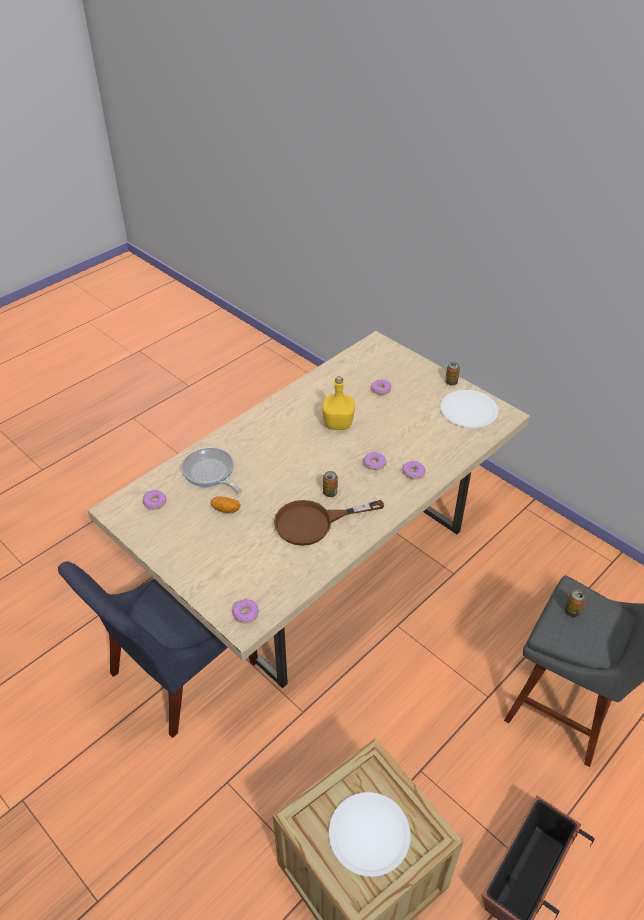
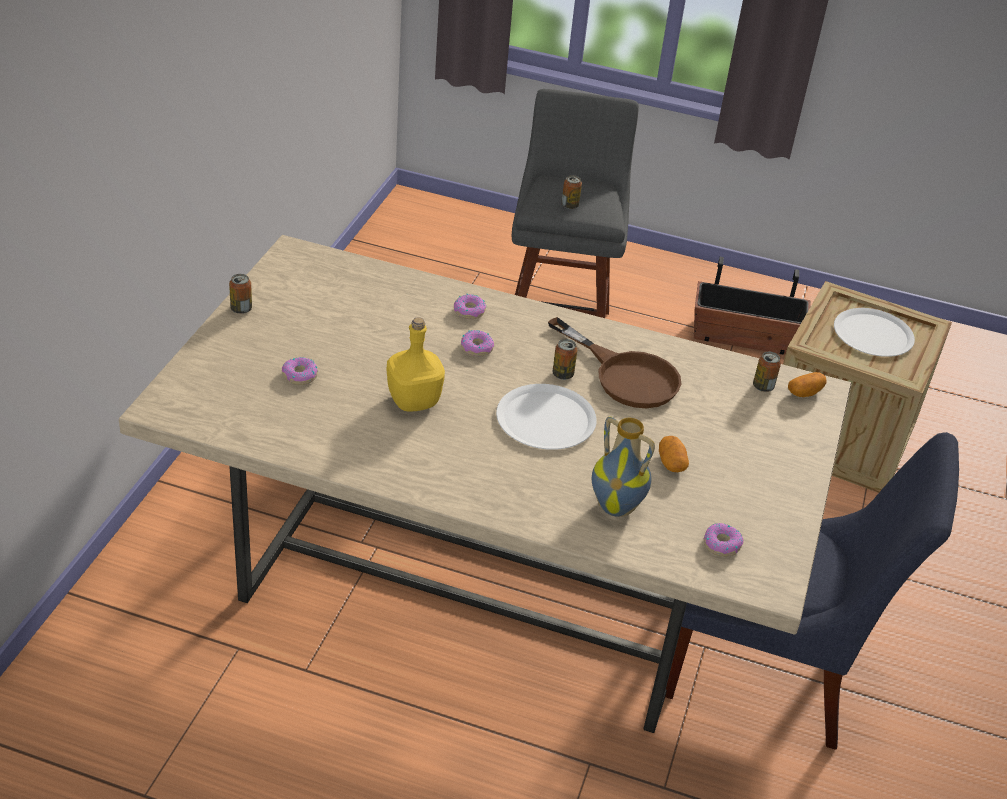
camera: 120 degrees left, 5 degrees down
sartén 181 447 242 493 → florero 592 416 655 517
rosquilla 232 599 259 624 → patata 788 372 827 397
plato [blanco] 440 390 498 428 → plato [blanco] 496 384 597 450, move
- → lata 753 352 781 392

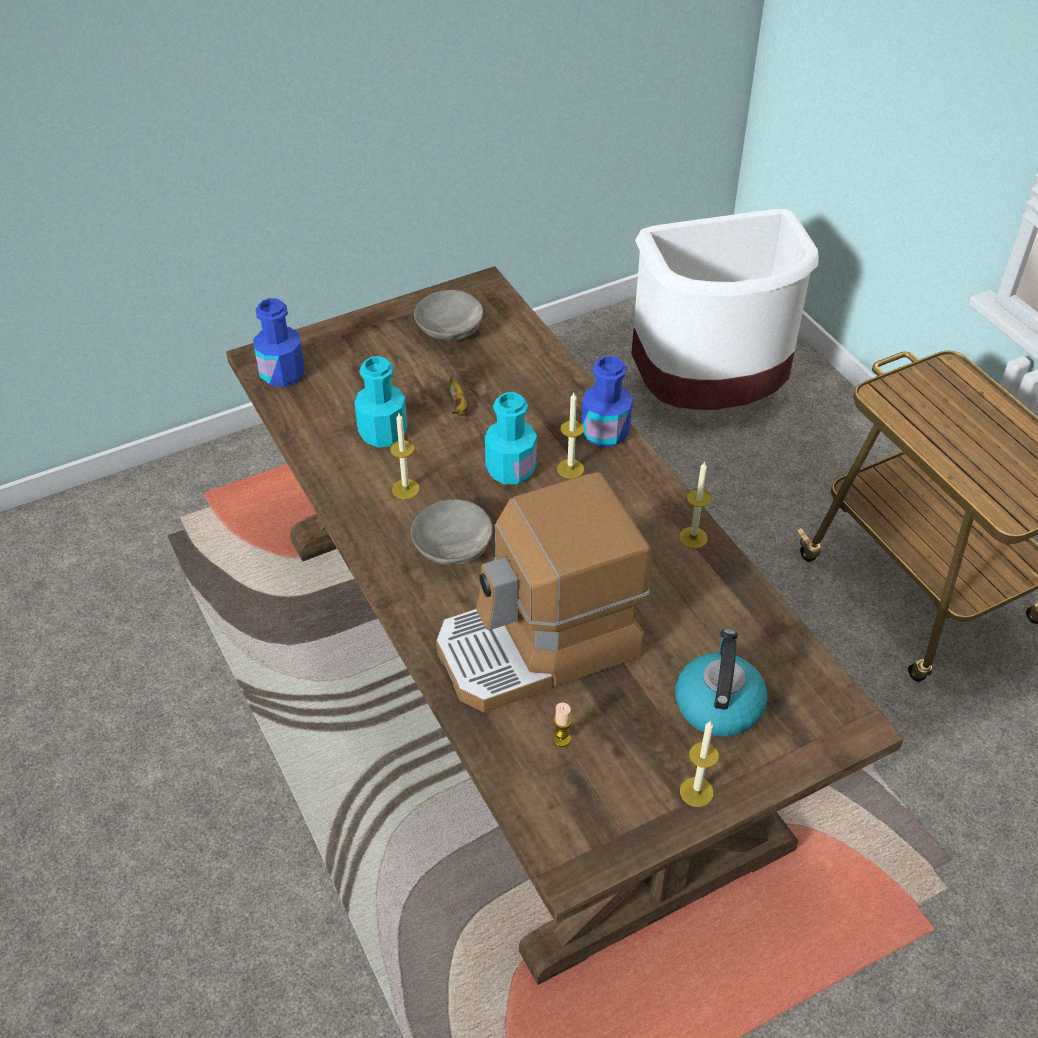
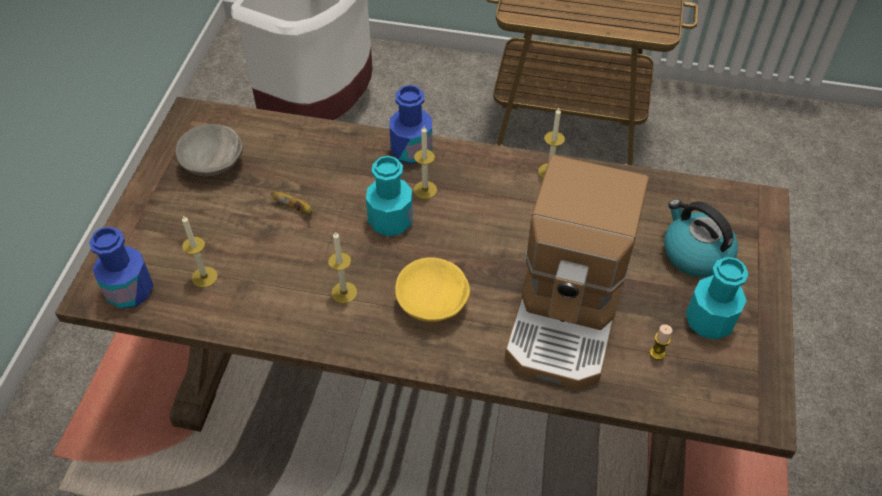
camera: 50 degrees left, 5 degrees up
botella [turquesa] 354 356 407 448 → botella [turquesa] 686 257 749 339, move
cuenco [gris] 411 499 492 565 → cuenco [amarillo] 395 257 470 322
vela 680 720 719 807 → vela 182 215 218 288, move

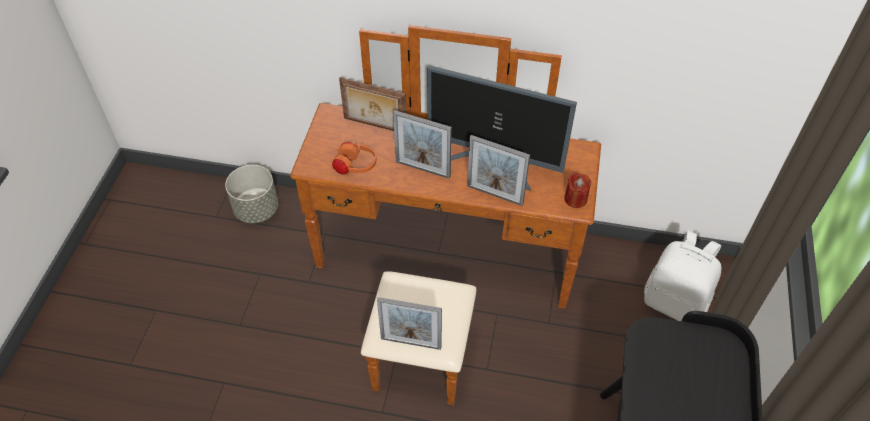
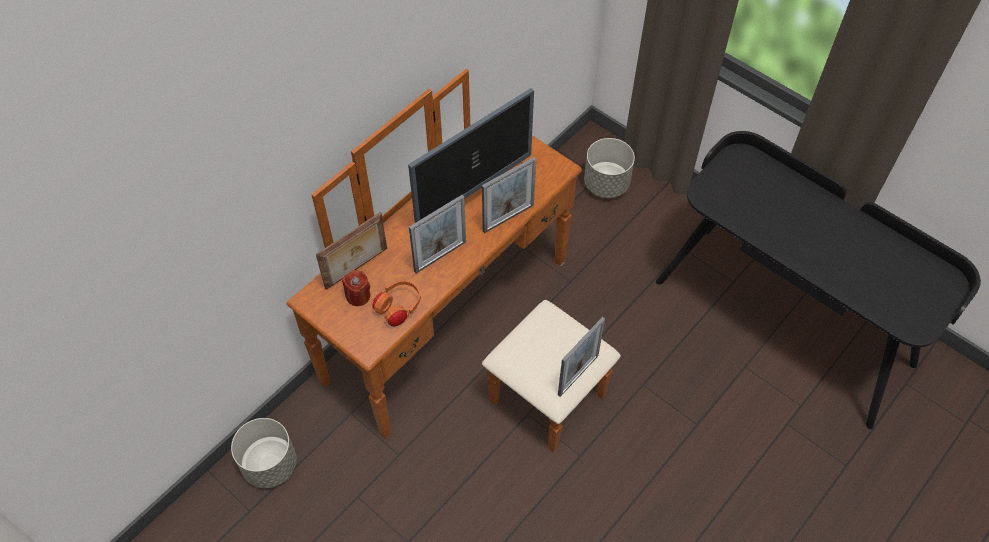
camera: 60 degrees left, 5 degrees up
vela [rojo] 564 172 591 208 → vela [rojo] 342 270 371 306, move
mochila [blanco] 644 230 722 321 → maceta [gris] 584 138 635 198

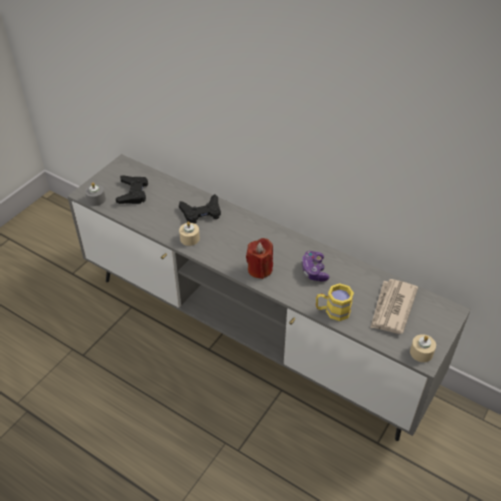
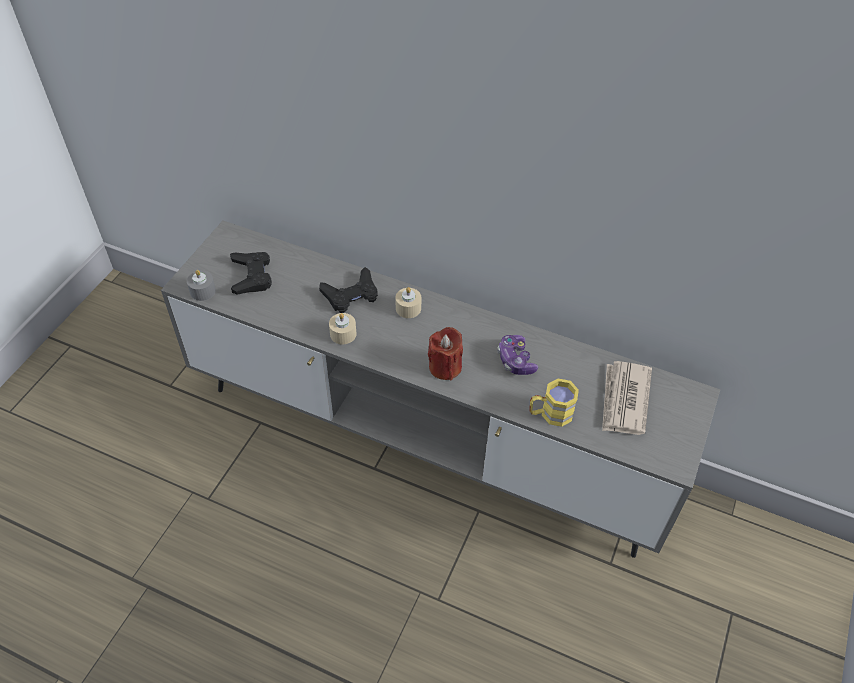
camera: 10 degrees left, 5 degrees up
vela [beis] 410 334 436 362 → vela [beis] 395 287 421 318, move

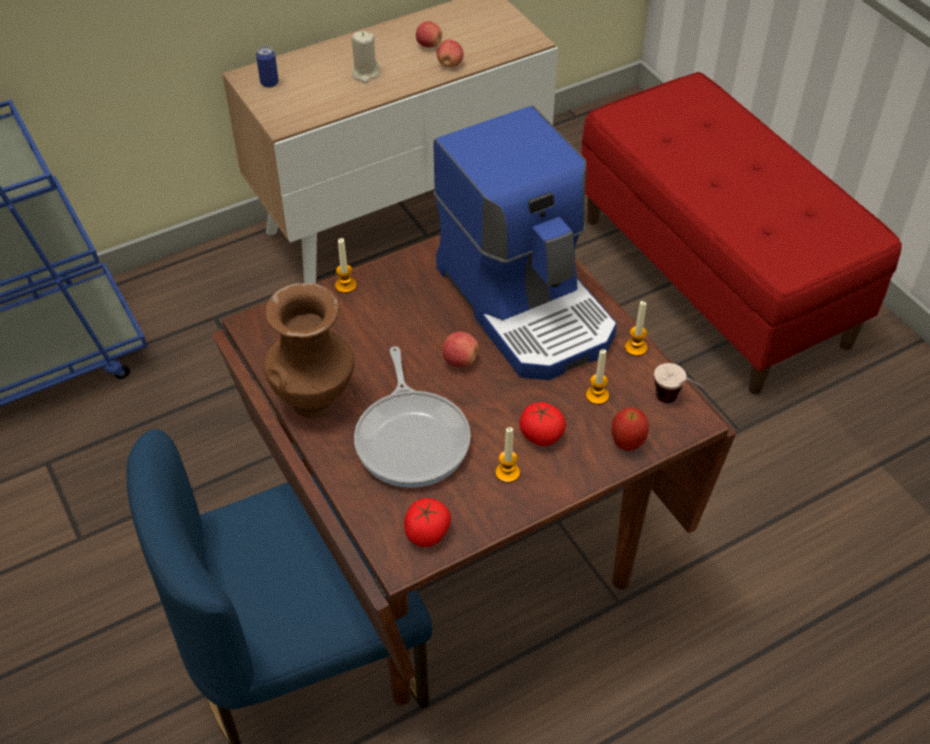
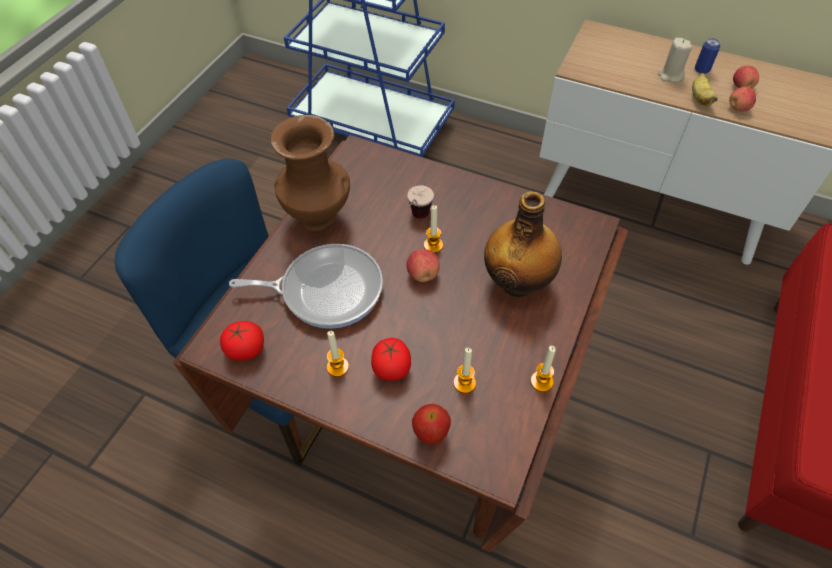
camera: 55 degrees right, 5 degrees up
lata 256 46 279 88 → lata 695 38 720 74, move
vela 335 238 357 293 → vela 424 205 443 253, move
sartén 354 346 471 488 → sartén 229 244 383 329, 135 degrees counterclockwise
cafetera 433 106 617 380 → botella 484 191 562 297
taza 654 363 704 403 → taza 407 185 434 219, move
- → plátano 692 73 718 106

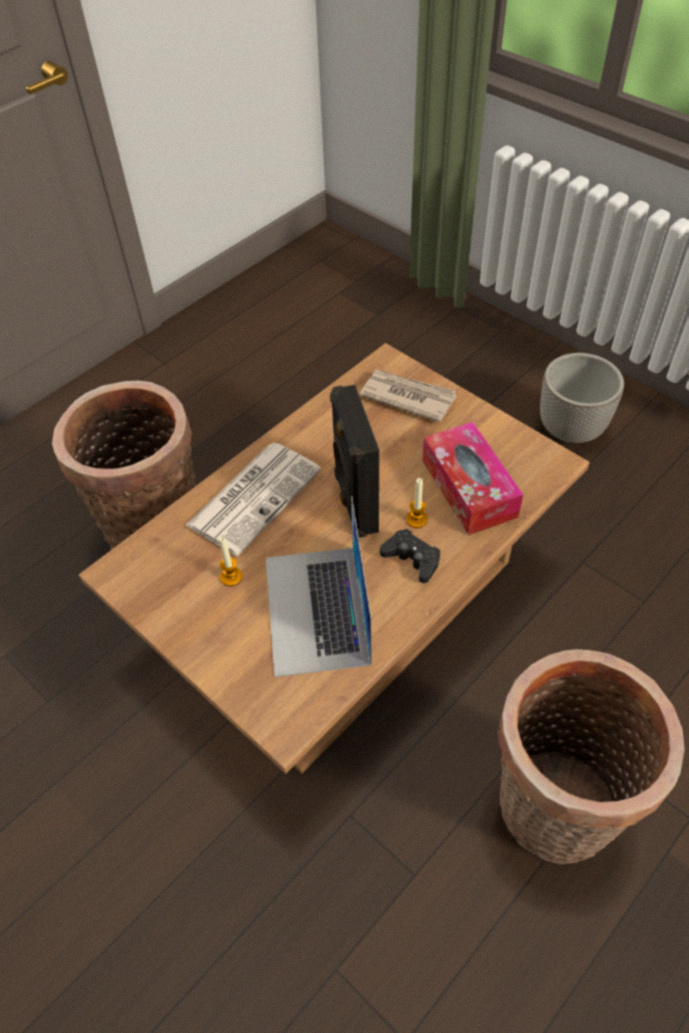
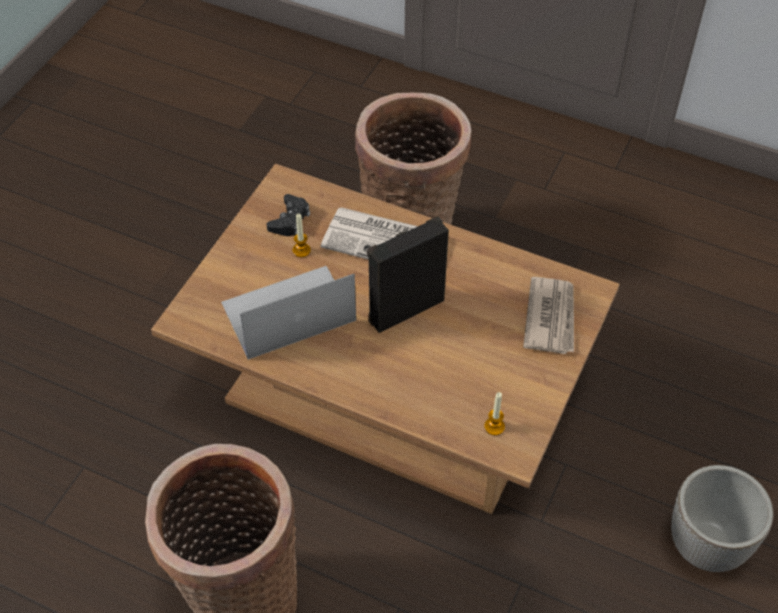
camera: 70 degrees right, 0 degrees up
mando de consola [negro] 380 529 440 583 → mando de consola [negro] 267 194 310 236, move
vela 406 478 428 528 → vela 484 392 505 436, move
caja de pañuelos 423 422 523 535 → -

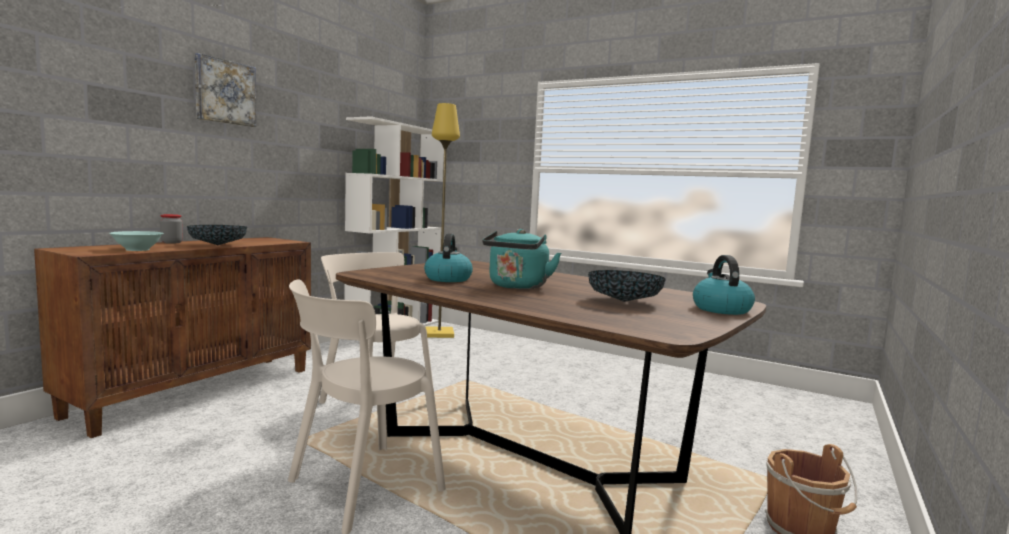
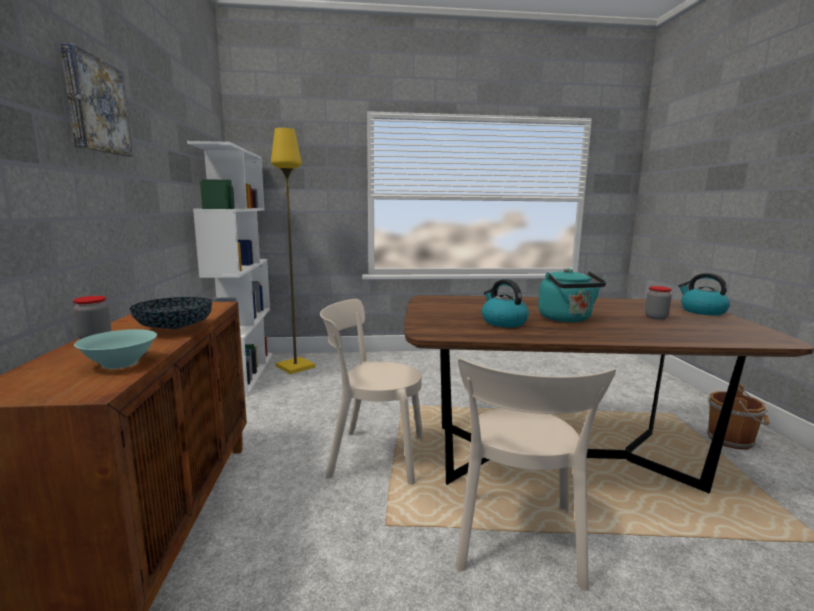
camera: 35 degrees left, 5 degrees up
cuenco 588 270 666 302 → tarro 645 286 672 320

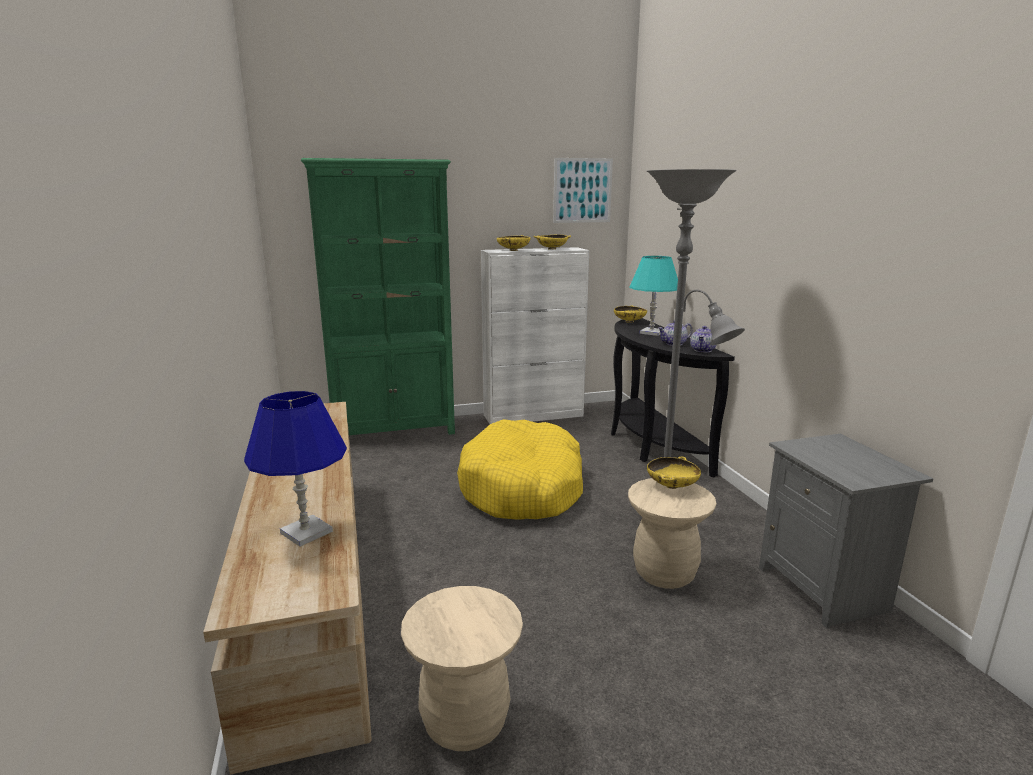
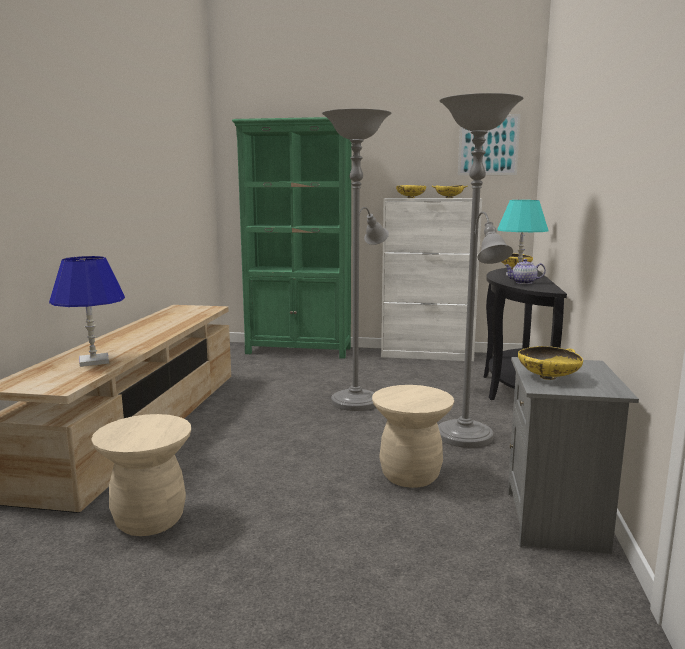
camera: 25 degrees right, 5 degrees down
cama para perro [amarillo] 457 419 583 520 → lámpara de pie [gris] 322 109 391 411
cuenco [amarillo] 647 456 701 489 → cuenco [amarillo] 518 346 583 380, move
tetera 690 326 716 352 → -

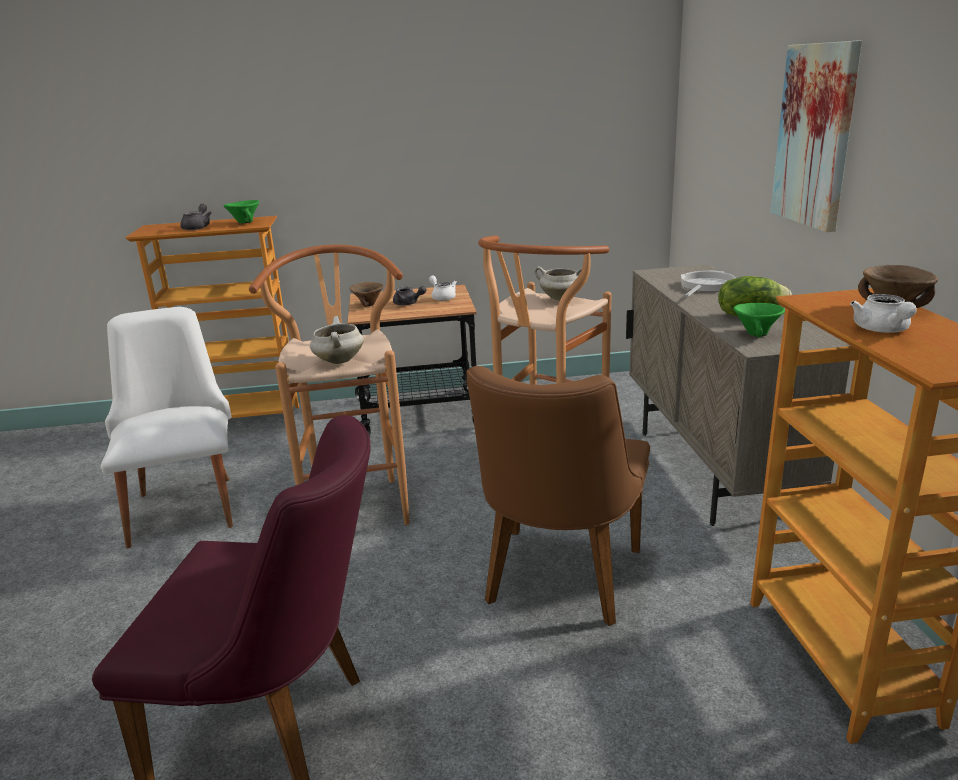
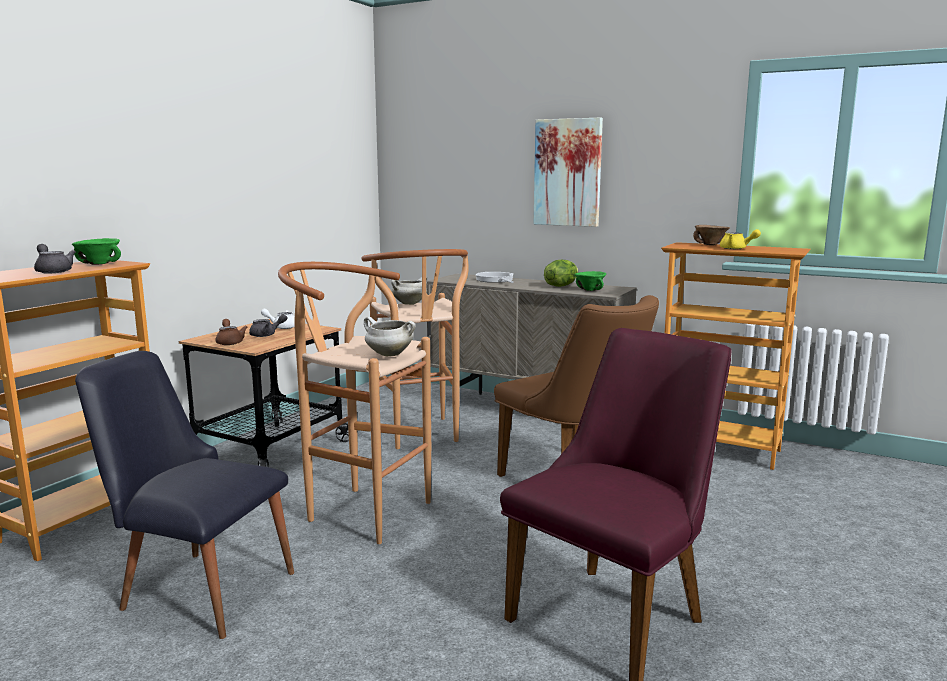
camera: 55 degrees left, 10 degrees down
silla [blanco] 101 307 233 548 → silla [negro] 75 351 294 639
cuenco [marrón] 350 282 384 307 → tetera [marrón] 216 319 247 345
tetera [blanco] 850 294 917 333 → tetera [amarillo] 720 229 761 249

